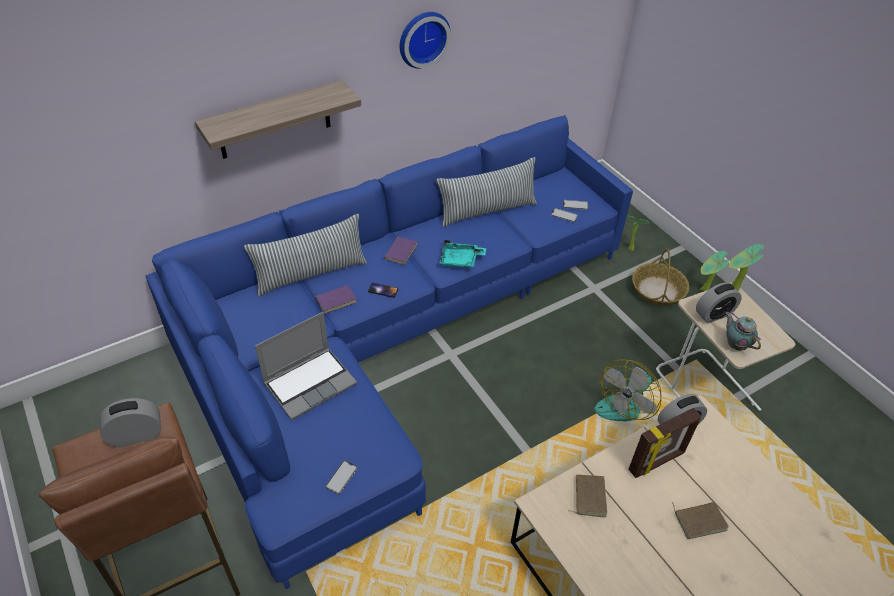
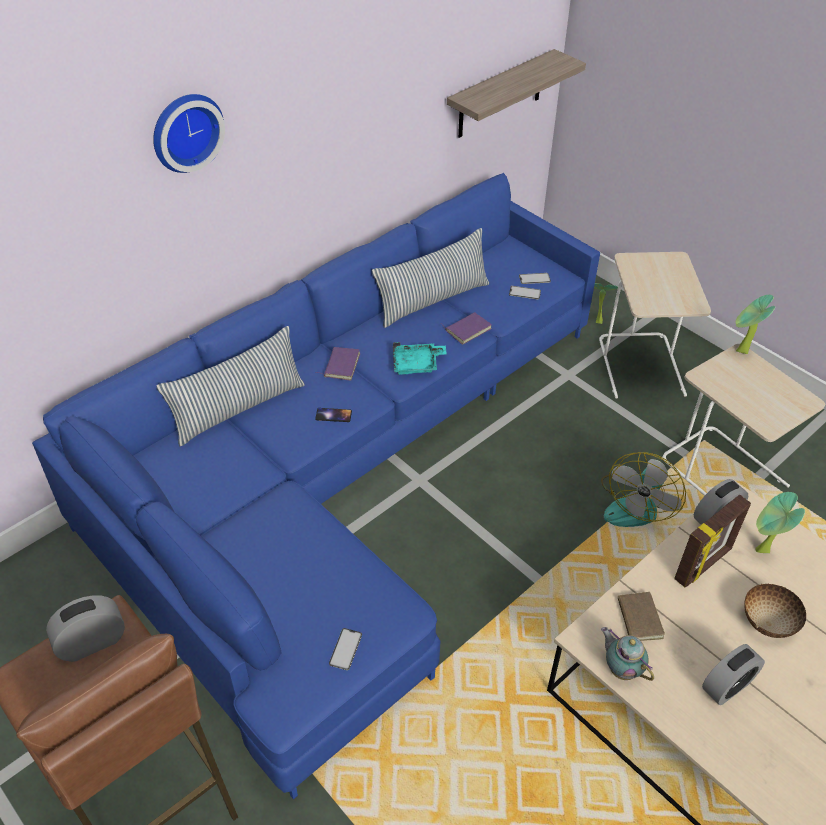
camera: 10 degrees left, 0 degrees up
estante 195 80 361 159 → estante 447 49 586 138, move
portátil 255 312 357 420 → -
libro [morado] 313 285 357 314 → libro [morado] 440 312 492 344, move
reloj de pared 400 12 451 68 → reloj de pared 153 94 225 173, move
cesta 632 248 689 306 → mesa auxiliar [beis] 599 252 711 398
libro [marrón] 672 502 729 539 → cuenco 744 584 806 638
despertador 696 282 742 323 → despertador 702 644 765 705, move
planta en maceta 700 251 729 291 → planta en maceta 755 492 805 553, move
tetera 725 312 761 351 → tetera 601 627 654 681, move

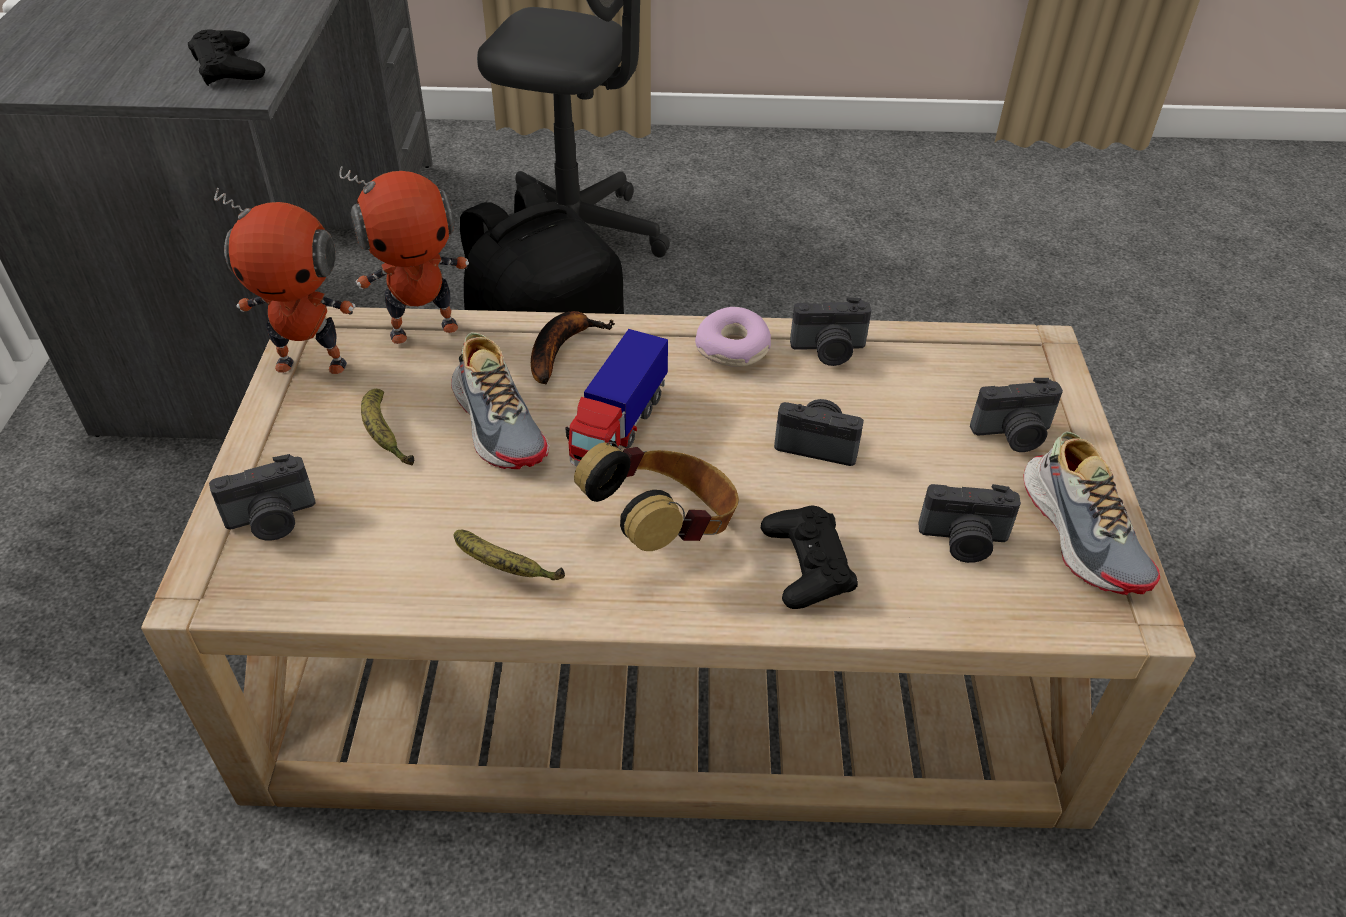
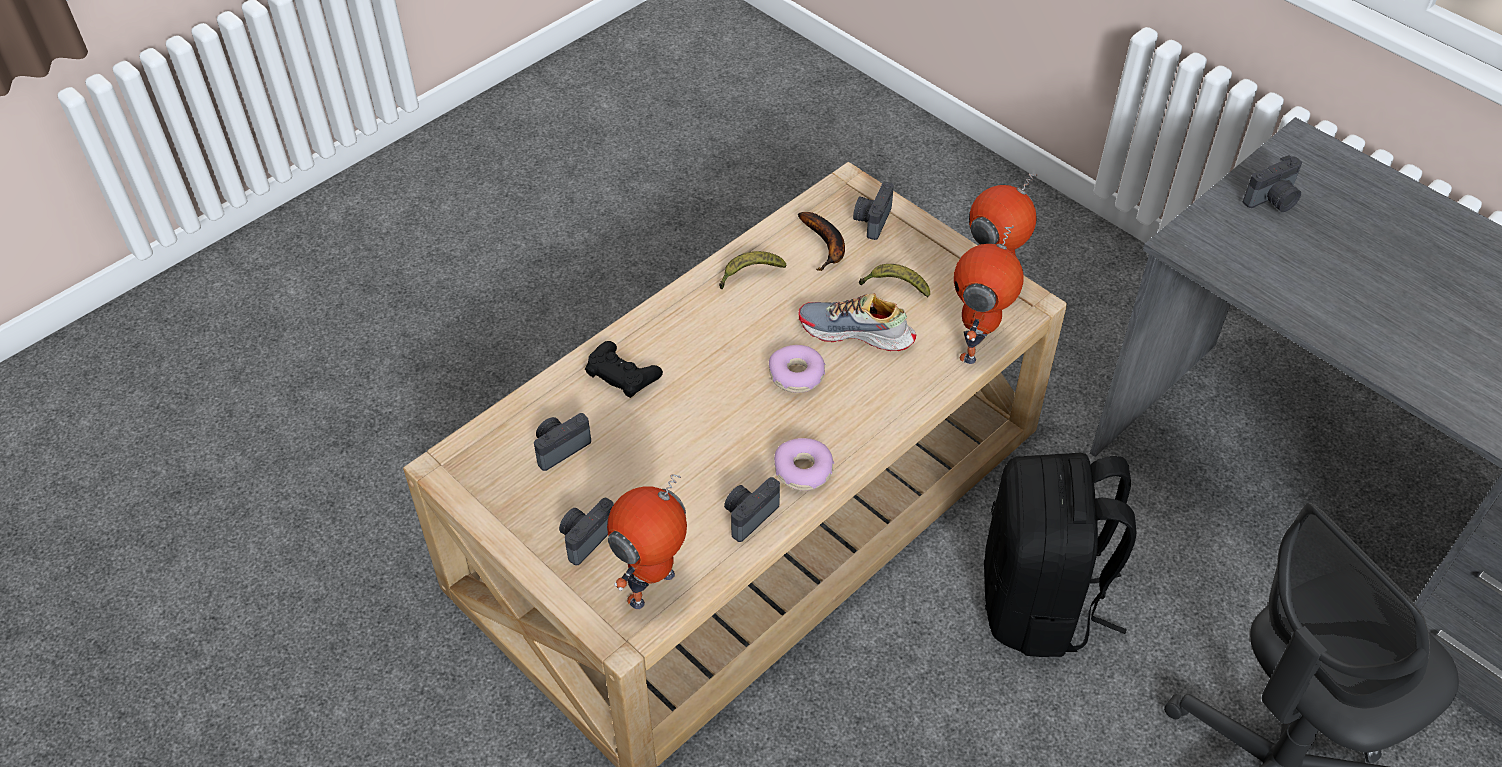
camera: 135 degrees right, 5 degrees up
mando de consola [negro] 188 29 265 86 → -
plátano 531 311 615 385 → plátano 798 212 845 271, move
camión de juguete 565 329 668 466 → rosquilla 769 345 825 393
auriculares 574 442 739 551 → -
cámara 774 399 864 466 → cámara 1243 155 1302 212, move
zapato 1024 431 1160 595 → -
- → robot de juguete 607 474 687 609

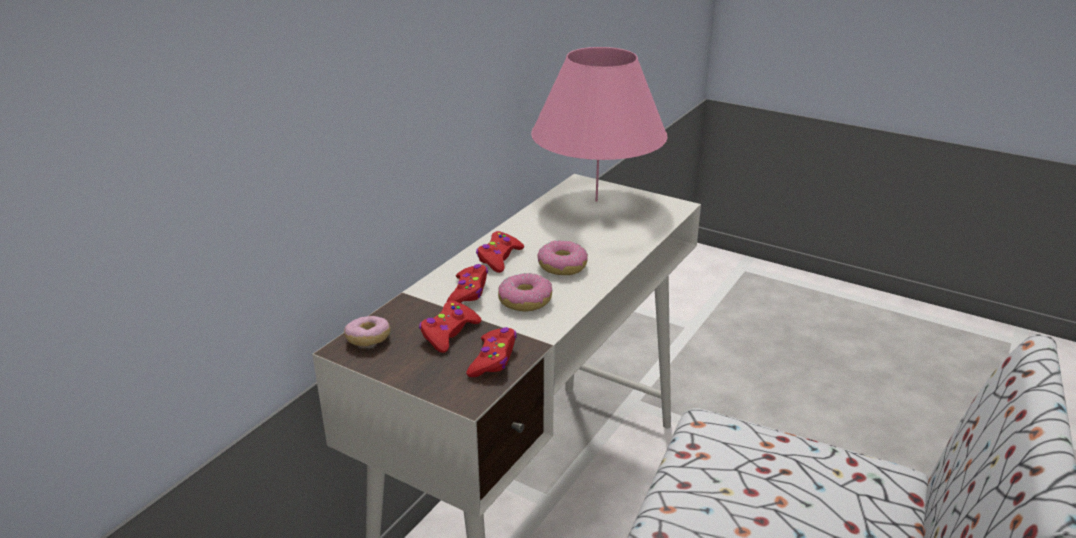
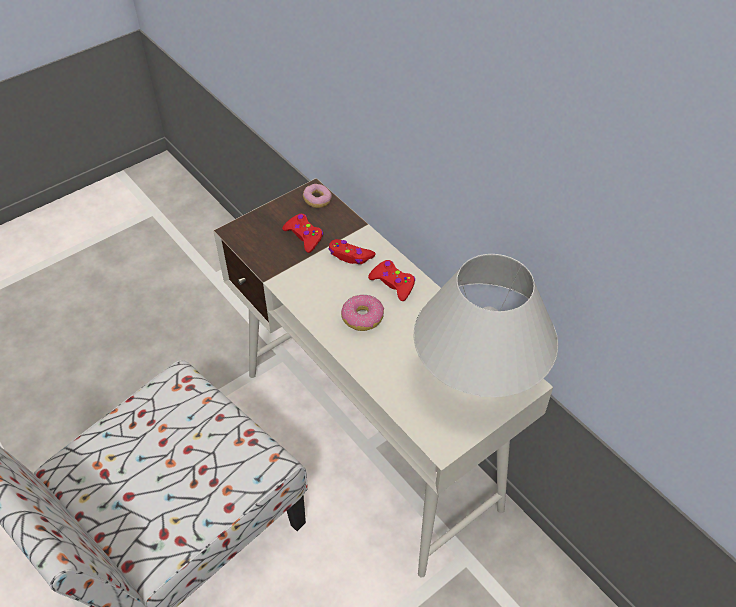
camera: 110 degrees right, 20 degrees up
mando de consola [rojo] 466 327 517 377 → -
rosquilla 498 273 552 312 → -
lámpara de mesa [rosa] 531 47 668 202 → lámpara de mesa [blanco] 413 254 558 397

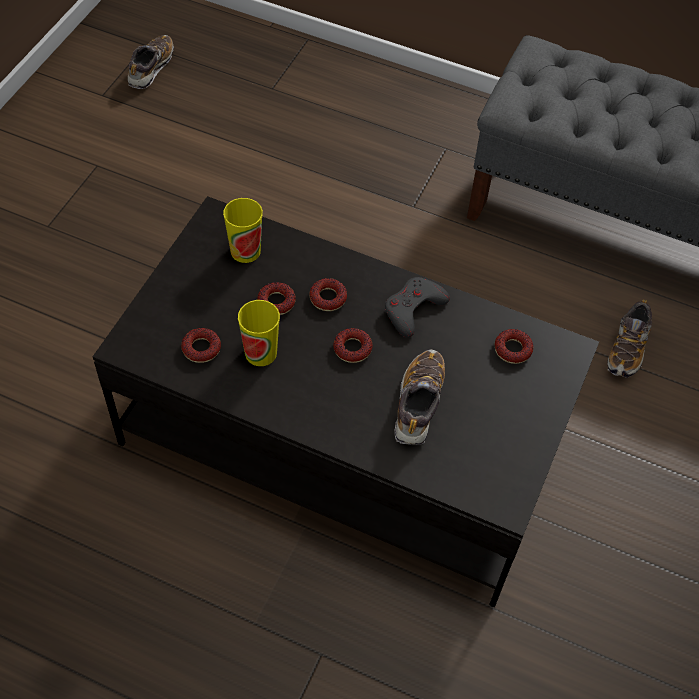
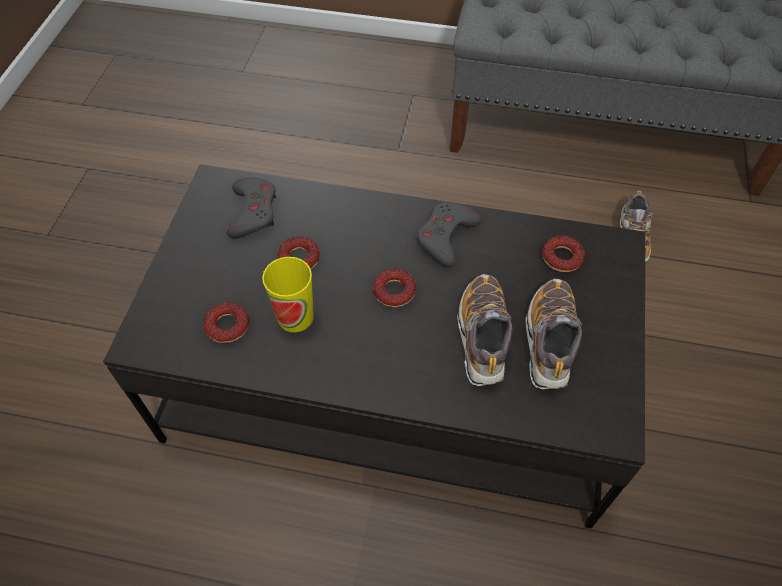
camera: 10 degrees left, 0 degrees up
zapato 128 35 174 89 → zapato 526 279 582 389, move
taza 223 198 263 263 → mando de consola [gris] 227 177 276 239
rosquilla 309 278 347 311 → -

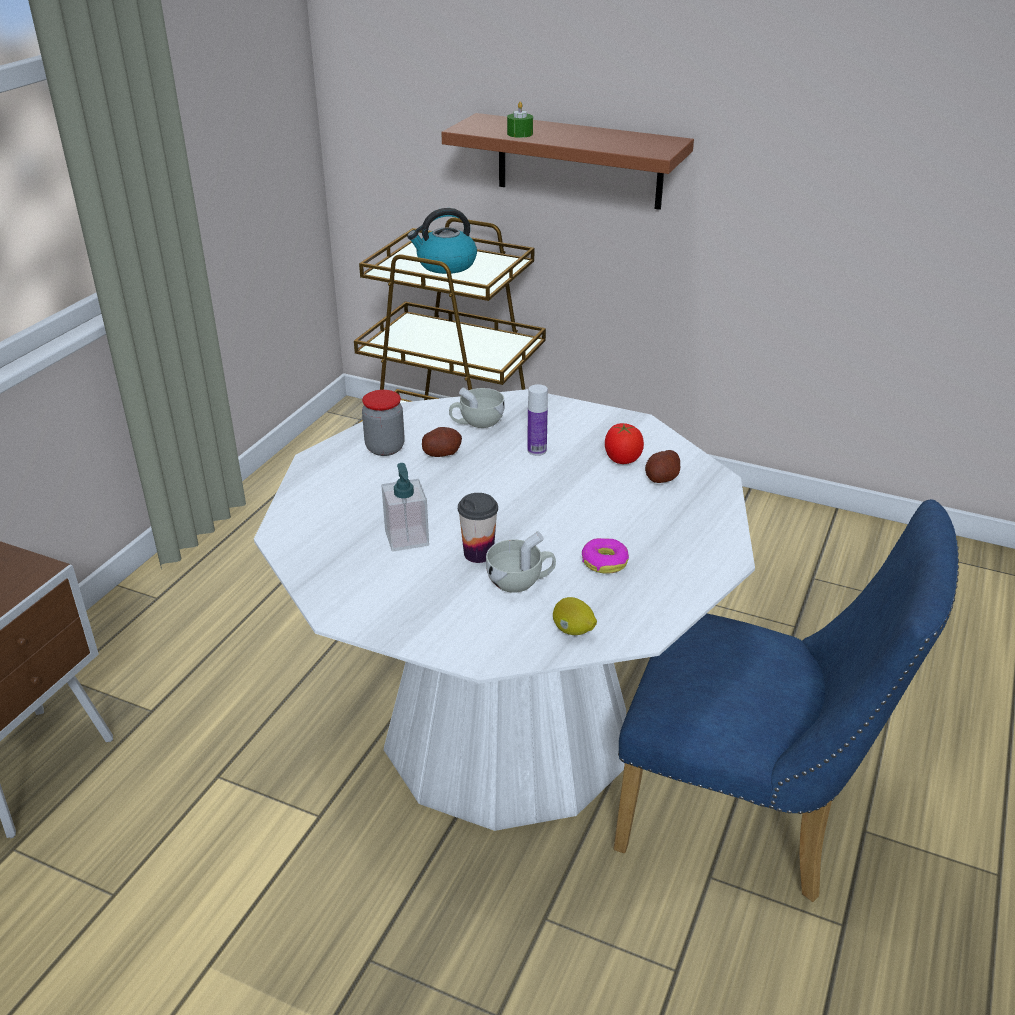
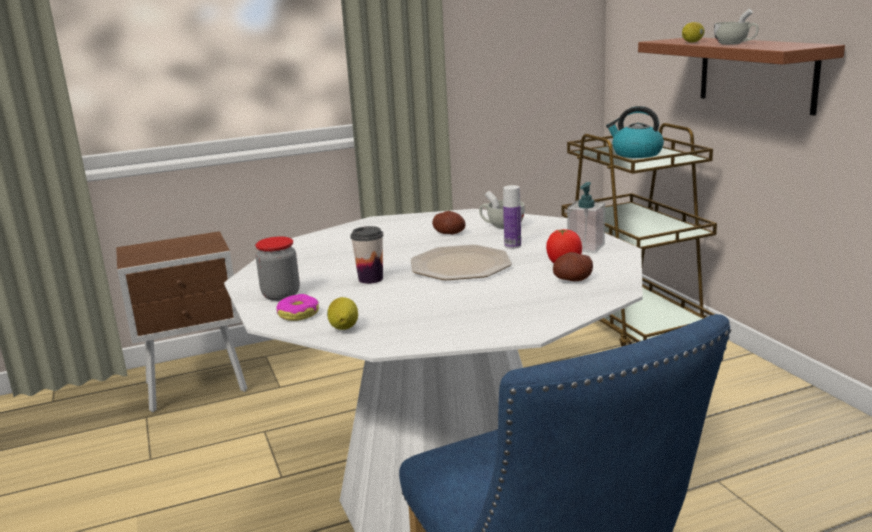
camera: 45 degrees right, 15 degrees down
tarro 362 390 405 456 → tarro 255 236 300 301, move
dispensador de jabón 381 463 429 552 → dispensador de jabón 567 182 605 253, move
taza [blanco] 486 531 556 593 → taza [blanco] 714 9 759 45, move
vela [verde] 507 102 533 138 → limón 682 22 705 43
rosquilla 582 538 629 574 → rosquilla 276 294 319 321, move
- → plato 411 244 512 280

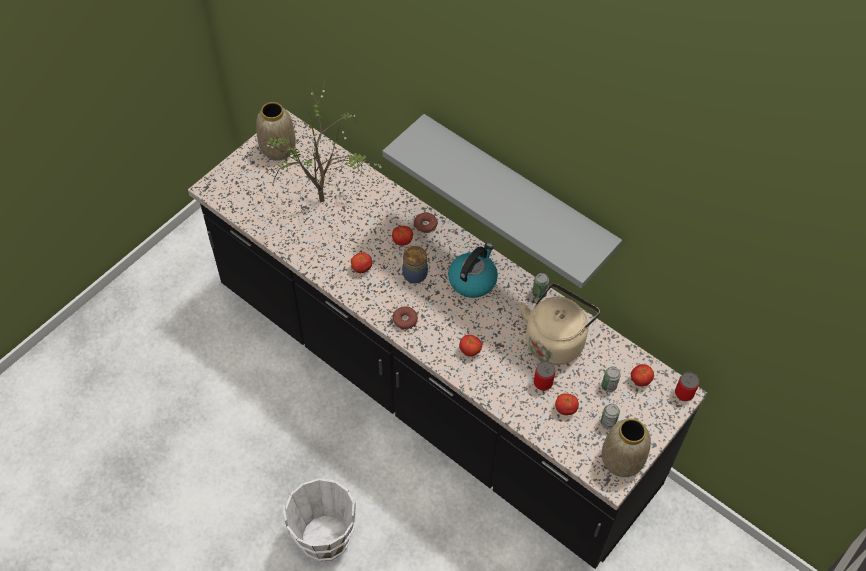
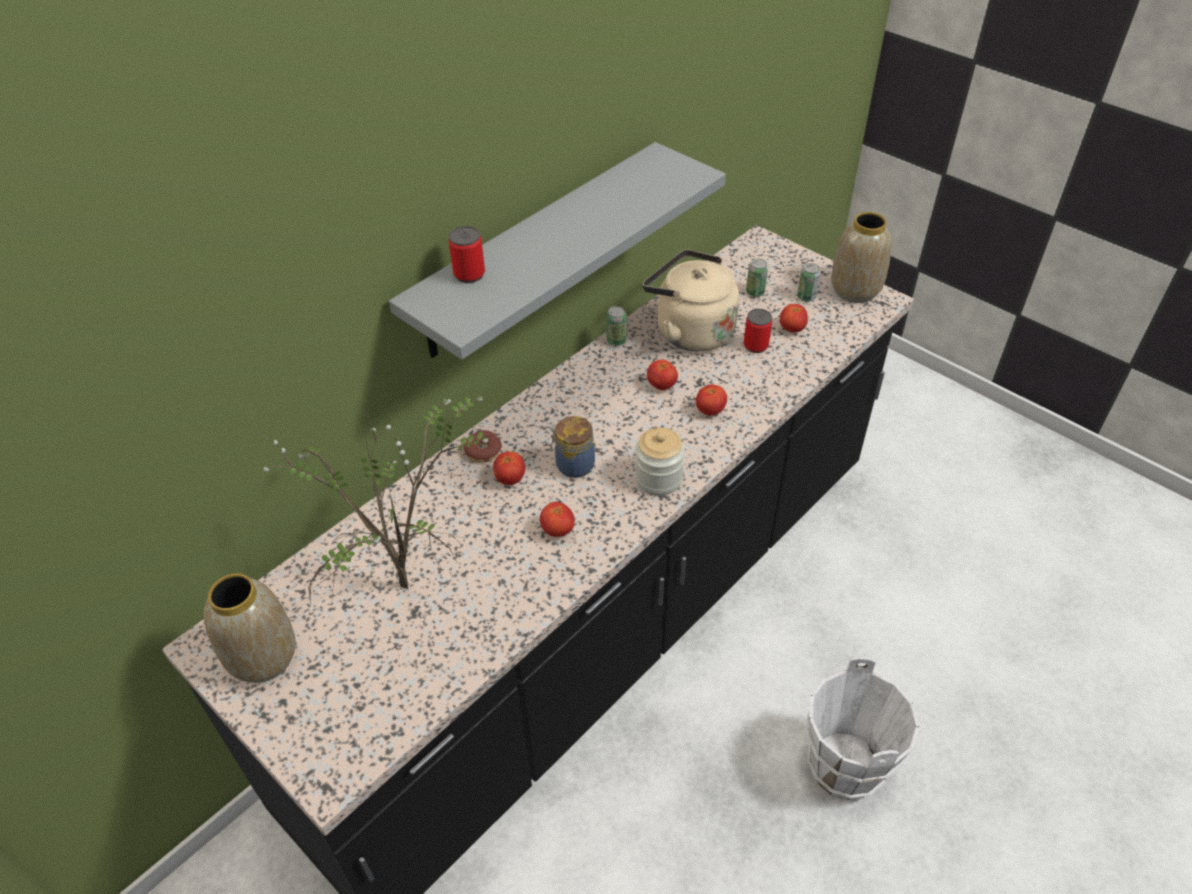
camera: 85 degrees left, 10 degrees down
rosquilla 393 306 418 330 → tarro 635 428 685 496
hervidor 448 243 498 298 → -
tomate 631 364 654 386 → tomate 647 359 678 390, move
lata 675 372 699 401 → lata 449 226 485 283, move

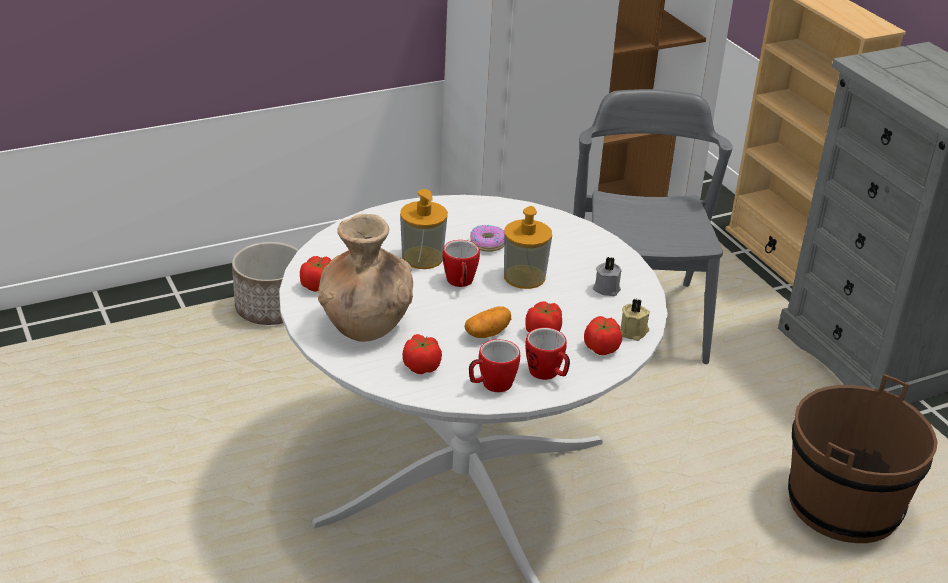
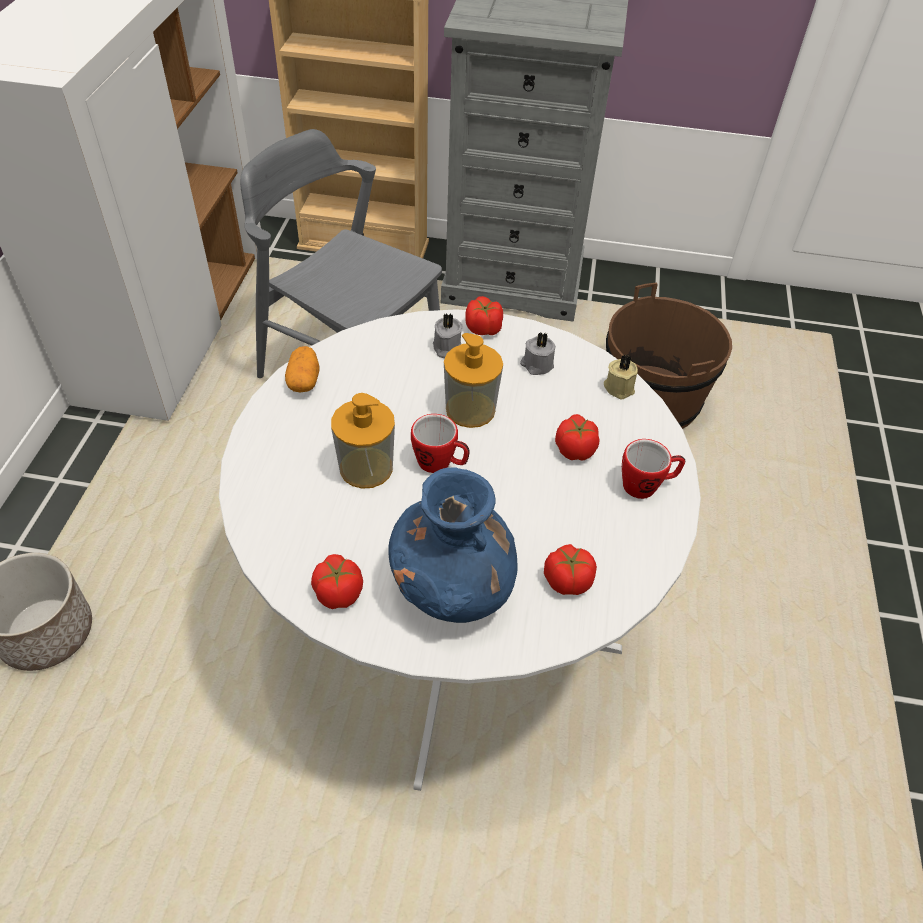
camera: 55 degrees left, 15 degrees up
florero [marrón] 318 214 413 342 → florero [azul] 388 467 518 623
patata 464 307 511 338 → patata 285 346 319 393, move
taza grande 469 339 520 392 → -
rosquilla 470 225 504 252 → -
tomate 584 316 622 355 → tomate 465 296 503 335, move
- → vela [gris] 433 313 463 358

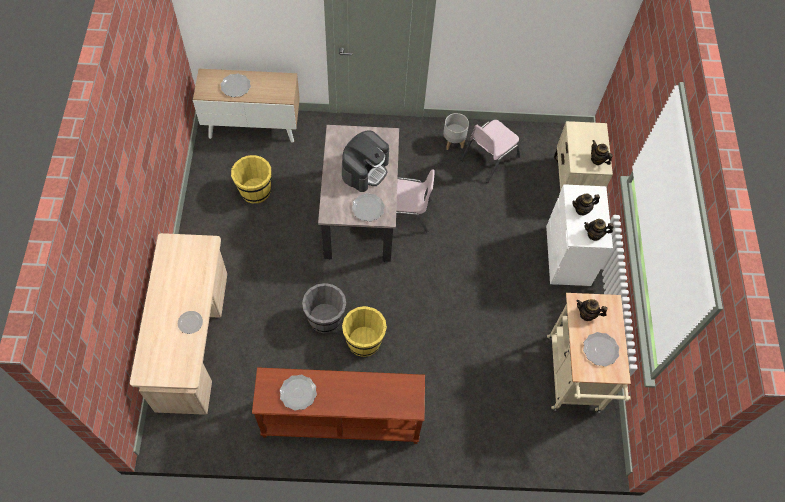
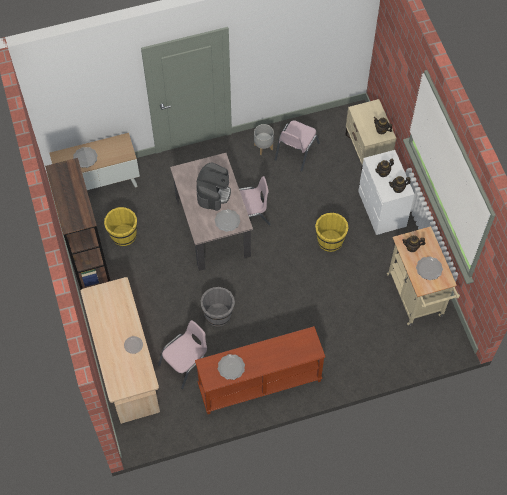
camera: 15 degrees left, 0 degrees up
cubo [amarillo] 342 306 387 357 → cubo [amarillo] 315 213 348 252, move
- → estantería [marrón] 45 158 110 290
- → silla [rosa] 158 320 207 389

